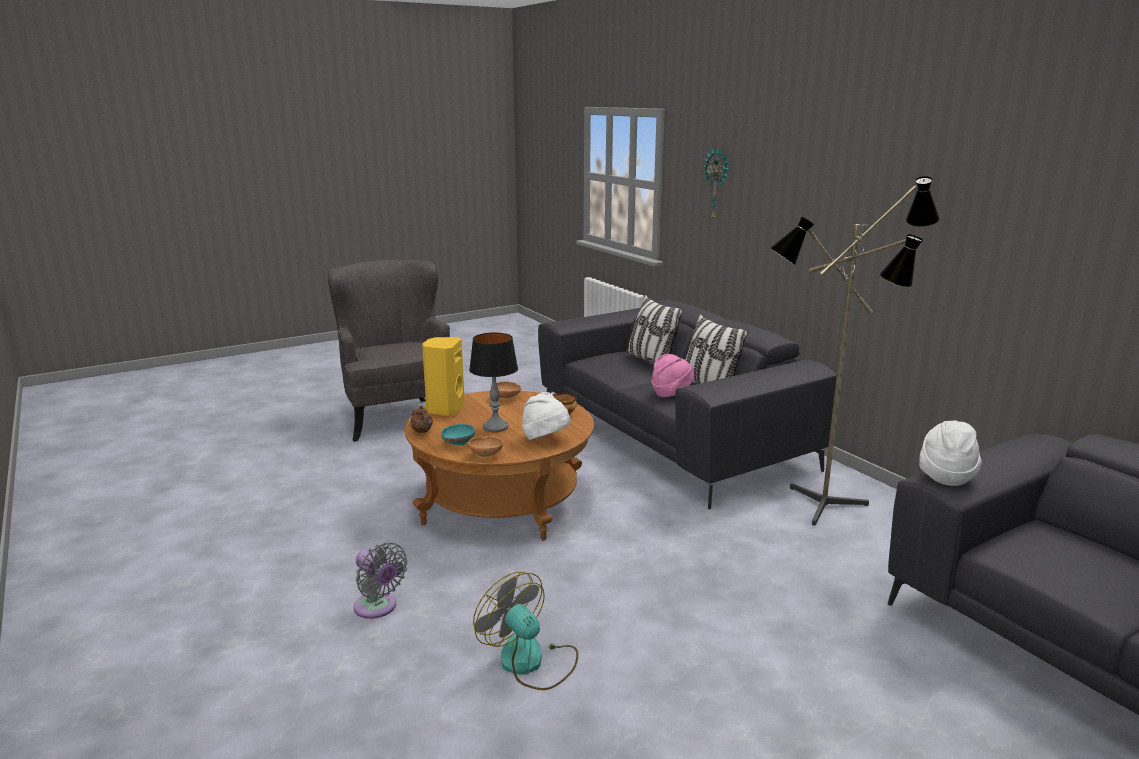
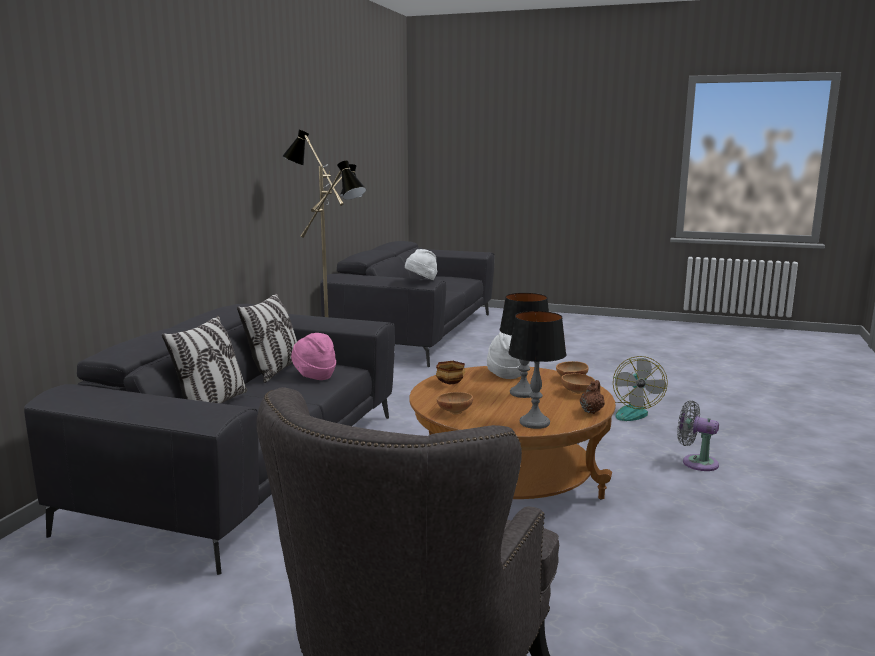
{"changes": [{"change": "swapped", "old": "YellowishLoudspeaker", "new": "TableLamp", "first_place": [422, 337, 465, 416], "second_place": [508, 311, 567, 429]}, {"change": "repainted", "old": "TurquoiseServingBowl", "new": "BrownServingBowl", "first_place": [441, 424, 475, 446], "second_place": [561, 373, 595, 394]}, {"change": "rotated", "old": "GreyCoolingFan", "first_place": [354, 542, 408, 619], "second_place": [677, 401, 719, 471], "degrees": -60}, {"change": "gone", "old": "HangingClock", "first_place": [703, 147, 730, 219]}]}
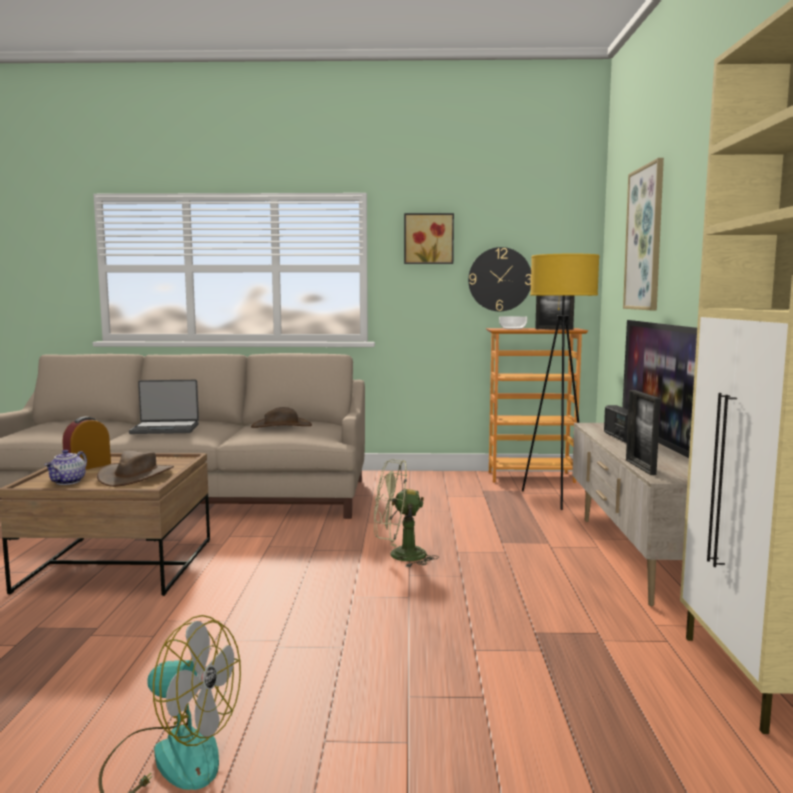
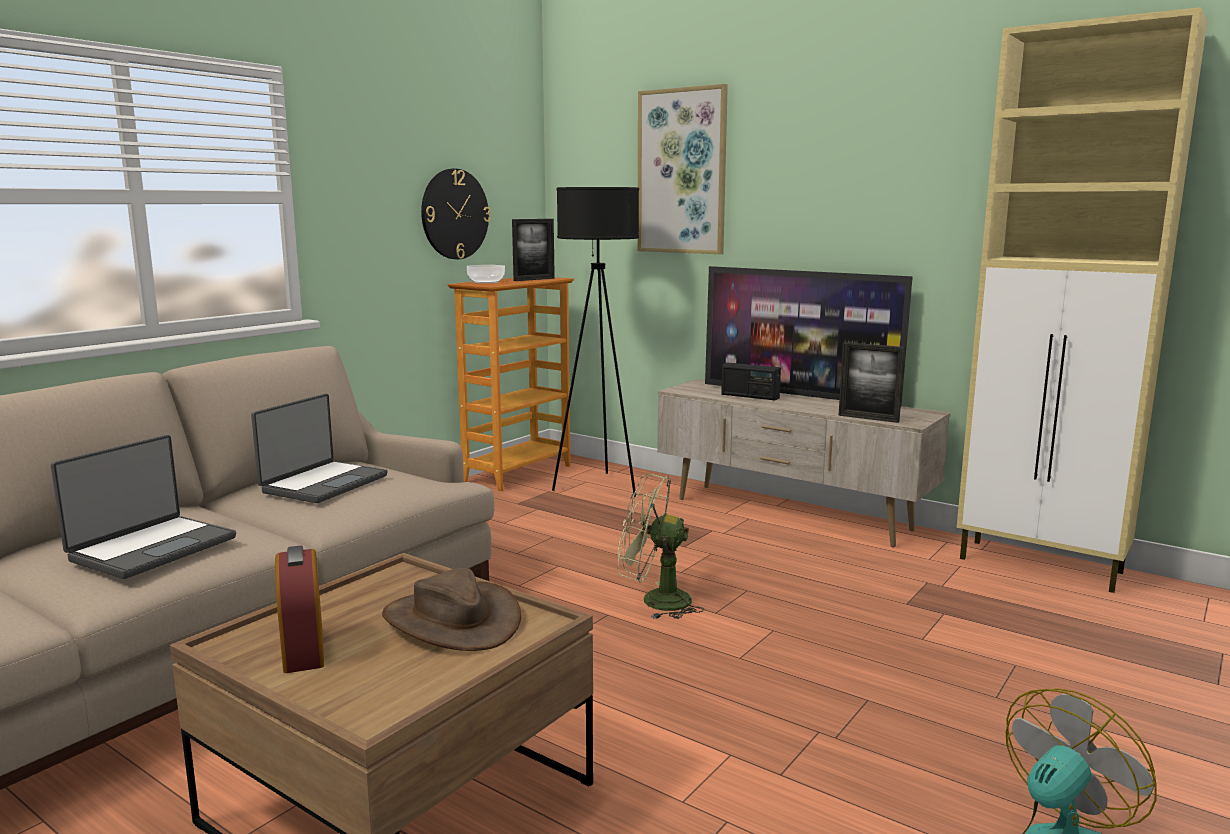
{"changes": [{"change": "swapped", "old": "BrownHat", "new": "NotebookComputer", "first_place": [251, 407, 312, 428], "second_place": [251, 394, 388, 503]}, {"change": "repainted", "old": "YellowishFloorLamp", "new": "BlackFloorLamp", "first_place": [522, 254, 600, 510], "second_place": [552, 187, 639, 497]}, {"change": "rotated", "old": "GreenColouredCoolingFan", "first_place": [374, 459, 439, 567], "second_place": [618, 474, 704, 619], "degrees": 75}, {"change": "gone", "old": "TeaPot", "first_place": [45, 450, 87, 485]}, {"change": "gone", "old": "Picture", "first_place": [404, 213, 454, 264]}]}
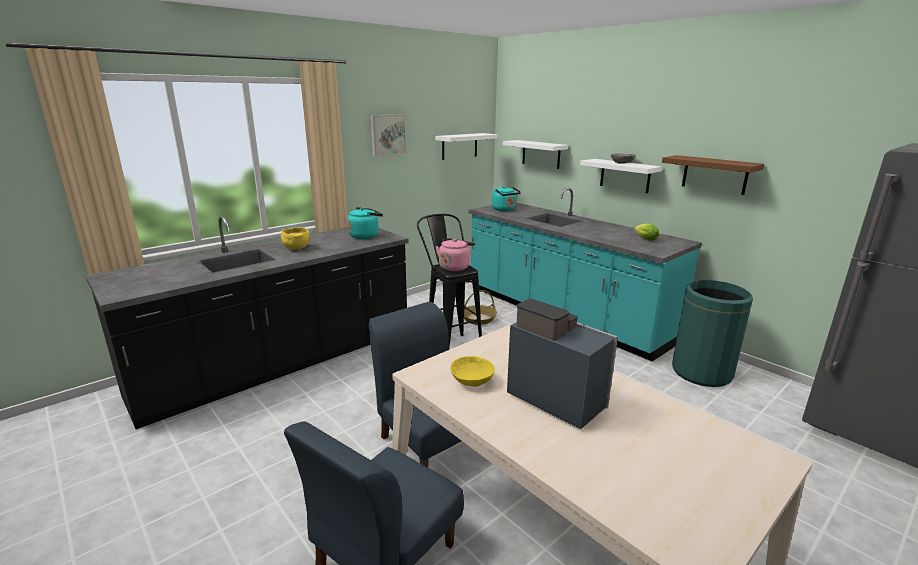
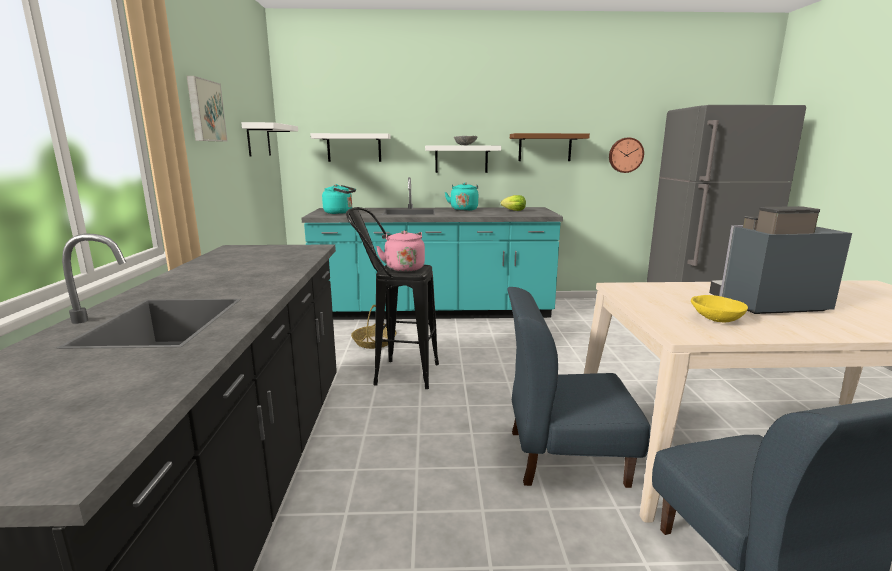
{"changes": [{"change": "shifted", "old": "TurquoiseKettle", "first_place": [347, 207, 383, 239], "second_place": [445, 182, 478, 211]}, {"change": "new", "new": "HangingClock", "second_place": [609, 138, 644, 173]}, {"change": "gone", "old": "YellowishServingBowl", "first_place": [281, 227, 310, 250]}, {"change": "gone", "old": "GreenColouredTrashCan", "first_place": [672, 280, 753, 387]}]}
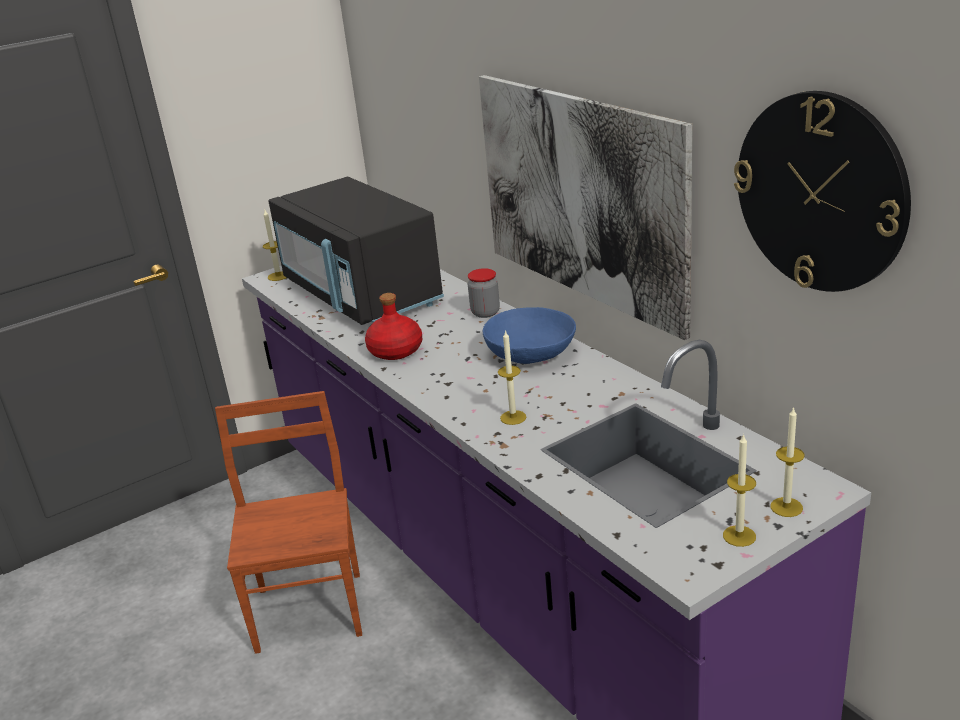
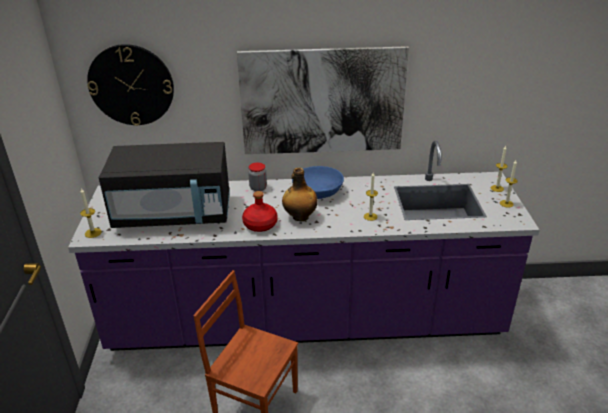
{"changes": [{"change": "shifted", "old": "HangingClock", "first_place": [734, 91, 911, 292], "second_place": [87, 44, 174, 126]}, {"change": "new", "new": "BeverageBottle", "second_place": [282, 168, 318, 221]}]}
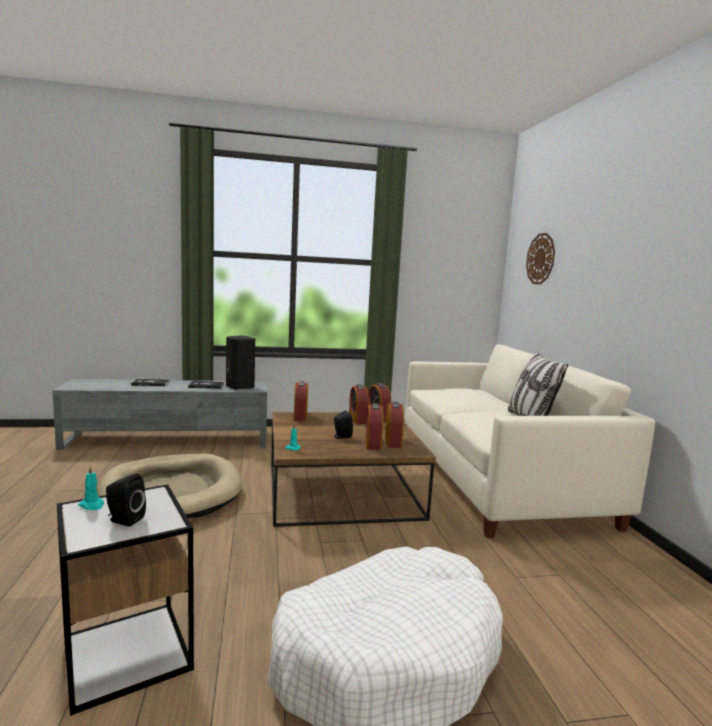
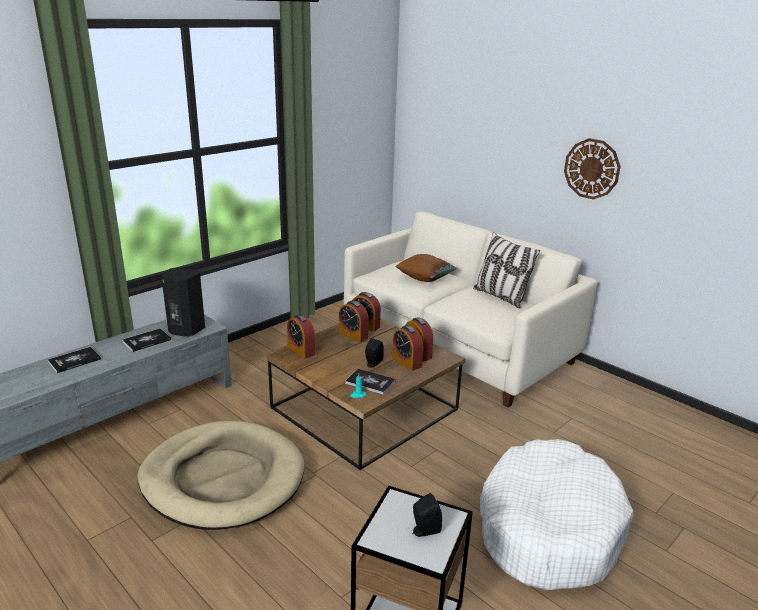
{"changes": [{"change": "new", "new": "Book", "second_place": [345, 369, 395, 395]}, {"change": "new", "new": "BrownCushion", "second_place": [395, 254, 457, 282]}, {"change": "shifted", "old": "HangingClock", "first_place": [526, 233, 555, 285], "second_place": [564, 138, 621, 200]}, {"change": "gone", "old": "TurquoiseWaxLight", "first_place": [78, 466, 104, 510]}]}
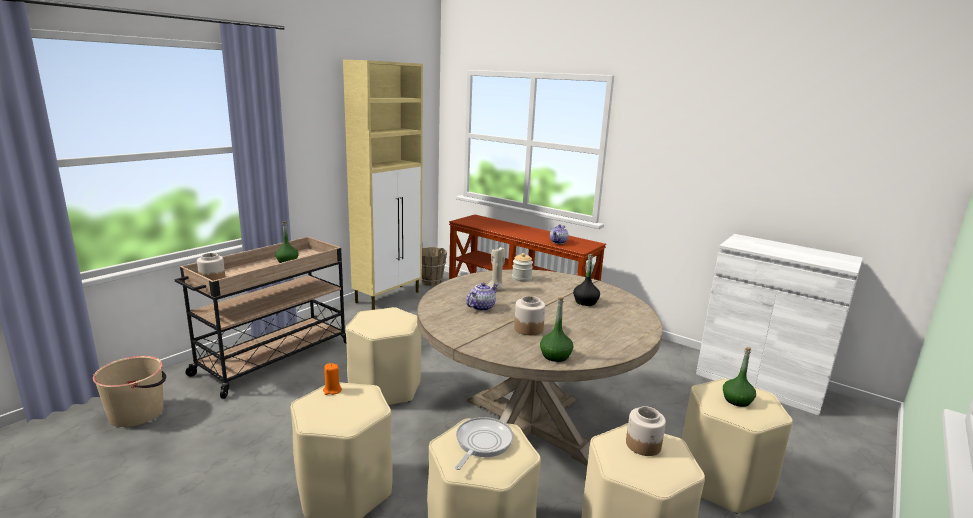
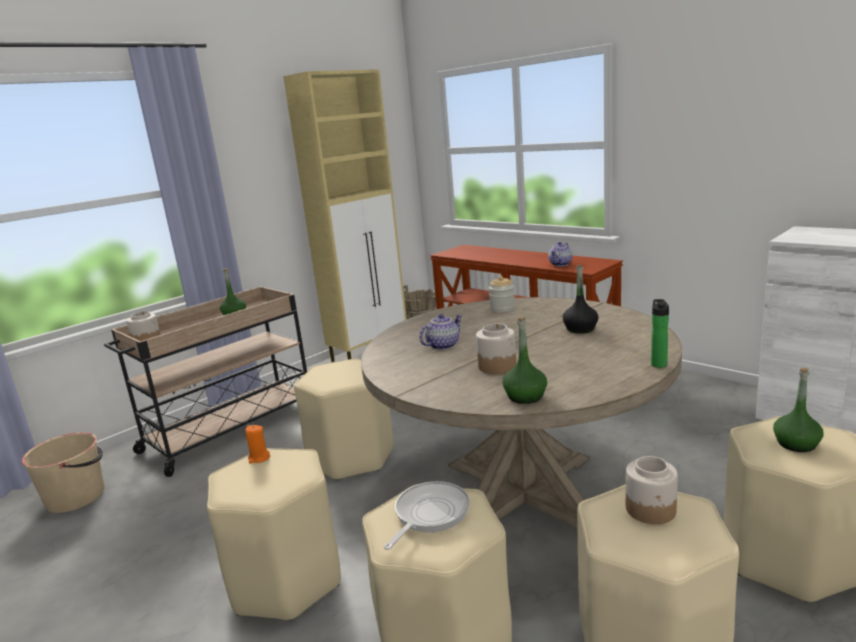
{"changes": [{"change": "new", "new": "BeverageBottle", "second_place": [651, 299, 669, 368]}, {"change": "gone", "old": "BeigeColouredWaxLight", "first_place": [488, 246, 505, 291]}]}
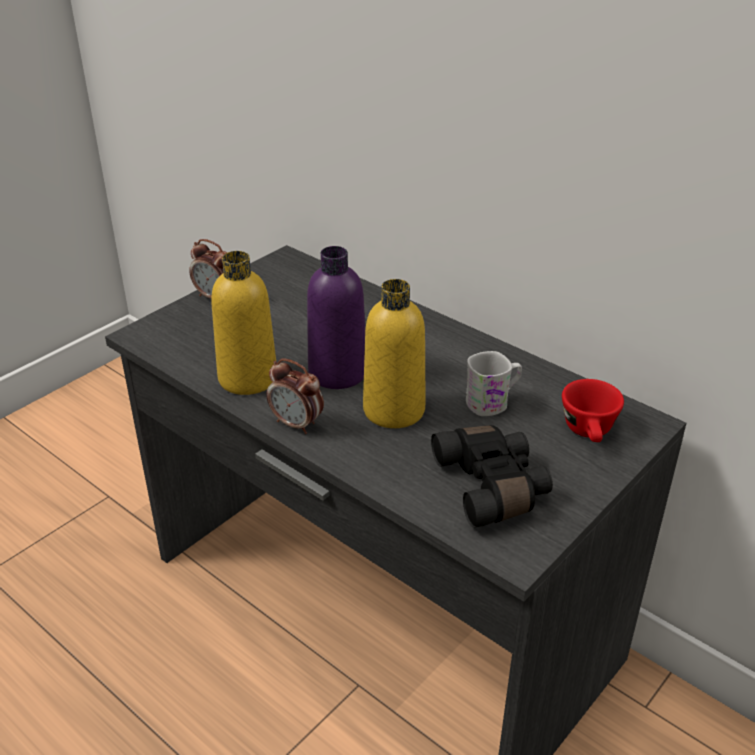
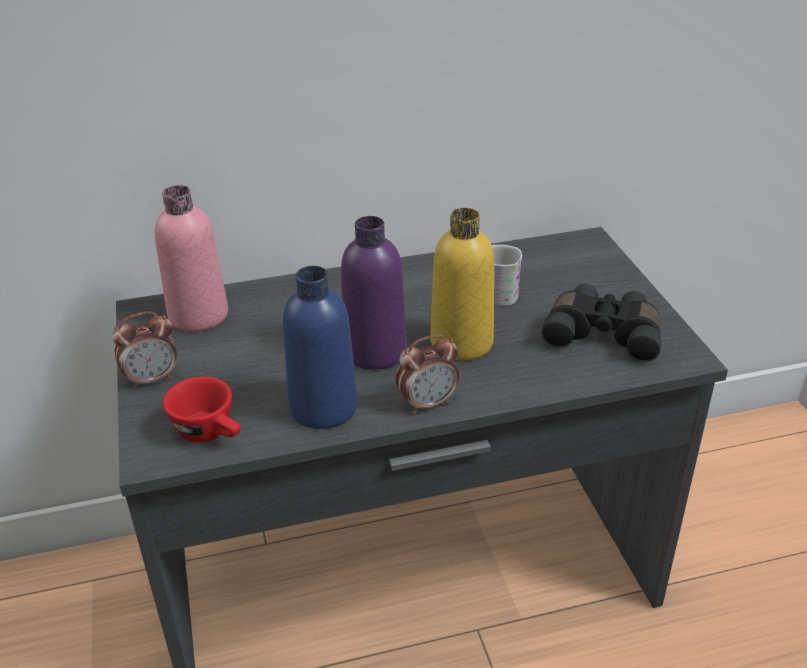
{"changes": [{"change": "new", "new": "PinkColouredBeverageBottle", "second_place": [155, 185, 228, 332]}, {"change": "shifted", "old": "RedCup", "first_place": [562, 379, 624, 442], "second_place": [163, 377, 241, 443]}, {"change": "repainted", "old": "YellowishBeverageBottle", "new": "BluishBeverageBottle", "first_place": [211, 251, 276, 395], "second_place": [283, 266, 358, 429]}]}
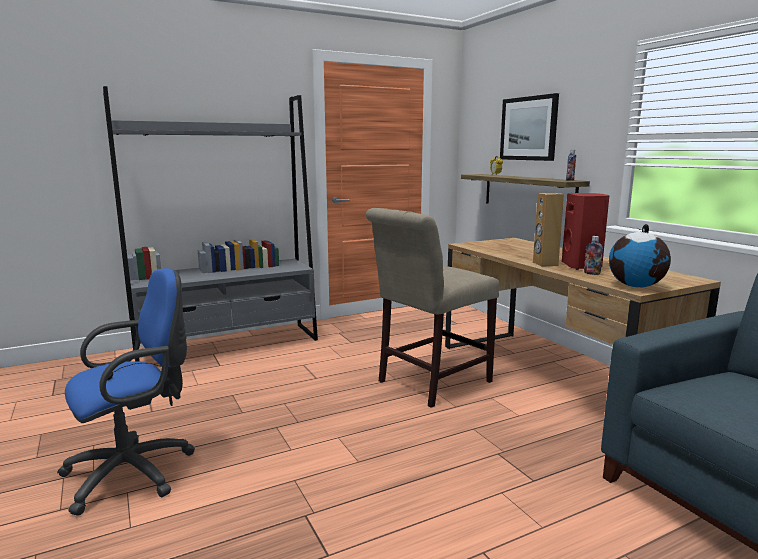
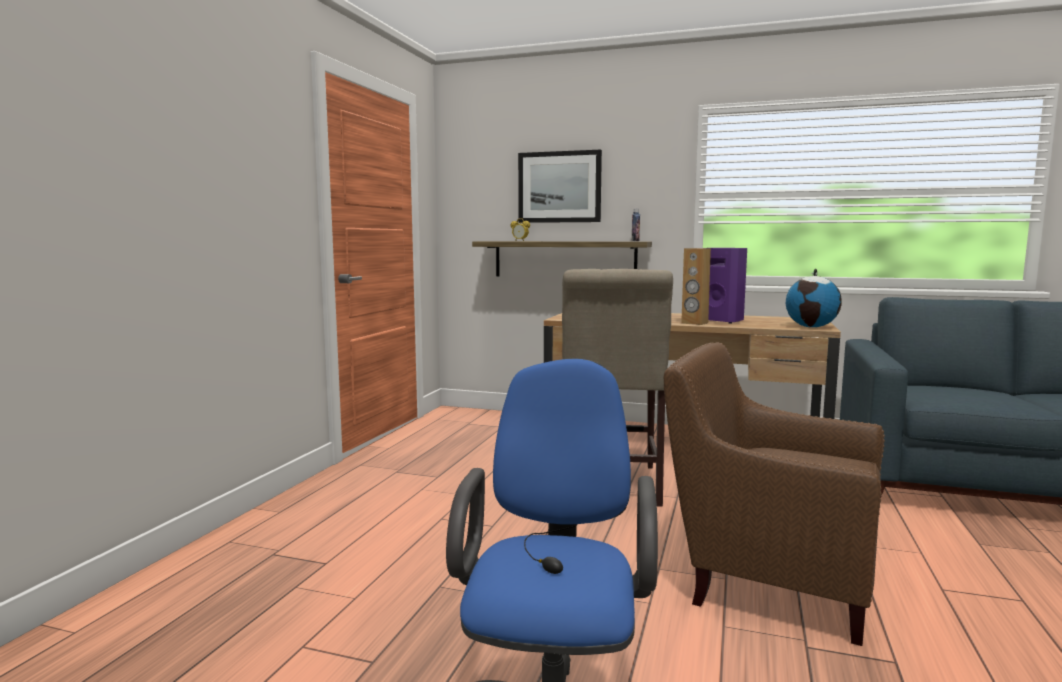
{"changes": [{"change": "new", "new": "BrownEasyChair", "second_place": [664, 342, 885, 646]}, {"change": "repainted", "old": "RedLoudspeaker", "new": "PurplishLoudspeaker", "first_place": [562, 193, 610, 270], "second_place": [708, 248, 747, 324]}, {"change": "gone", "old": "GreyBookcase", "first_place": [103, 86, 318, 362]}, {"change": "gone", "old": "BeverageBottle", "first_place": [584, 236, 603, 275]}]}
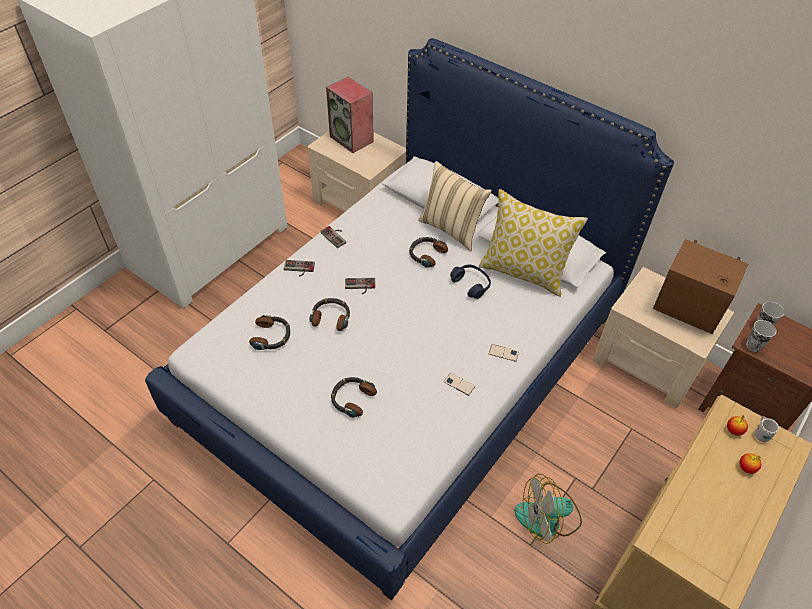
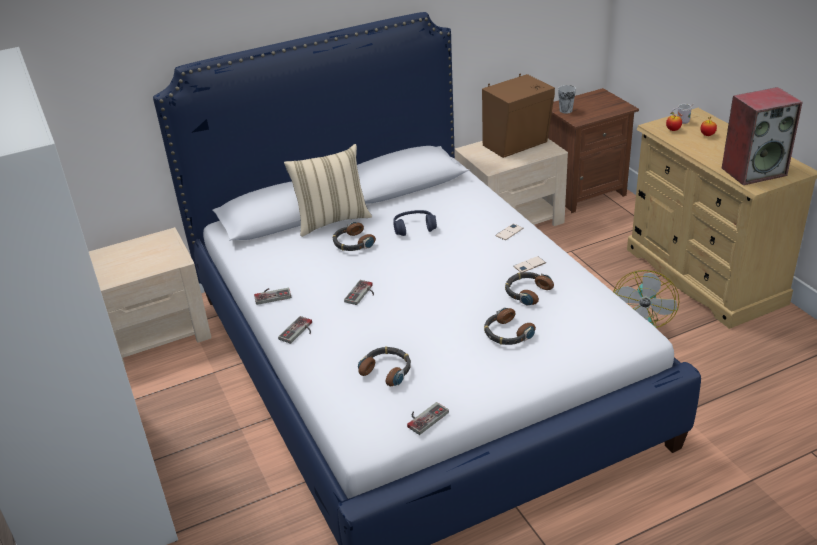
{"changes": [{"change": "new", "new": "GameController", "second_place": [407, 402, 449, 435]}, {"change": "shifted", "old": "Headset", "first_place": [309, 298, 350, 331], "second_place": [505, 272, 554, 306]}, {"change": "shifted", "old": "Loudspeaker", "first_place": [326, 77, 374, 153], "second_place": [722, 87, 803, 185]}, {"change": "gone", "old": "Cushion", "first_place": [479, 189, 588, 297]}, {"change": "gone", "old": "Cup", "first_place": [746, 320, 776, 352]}]}
